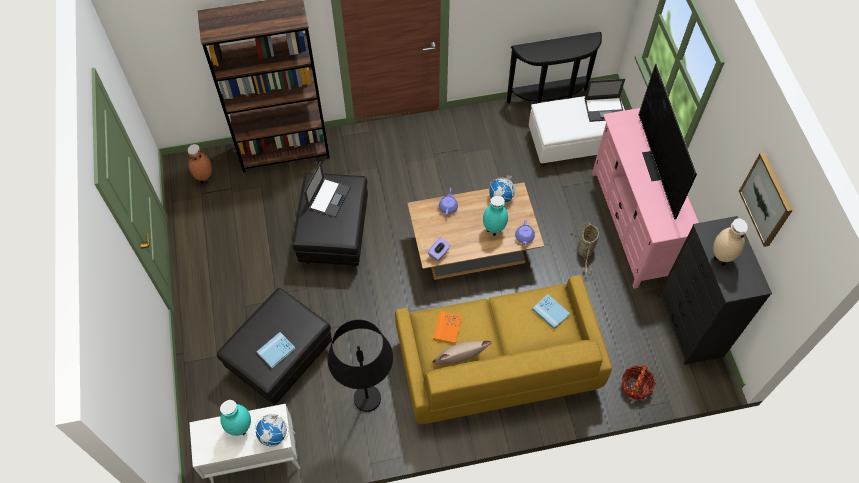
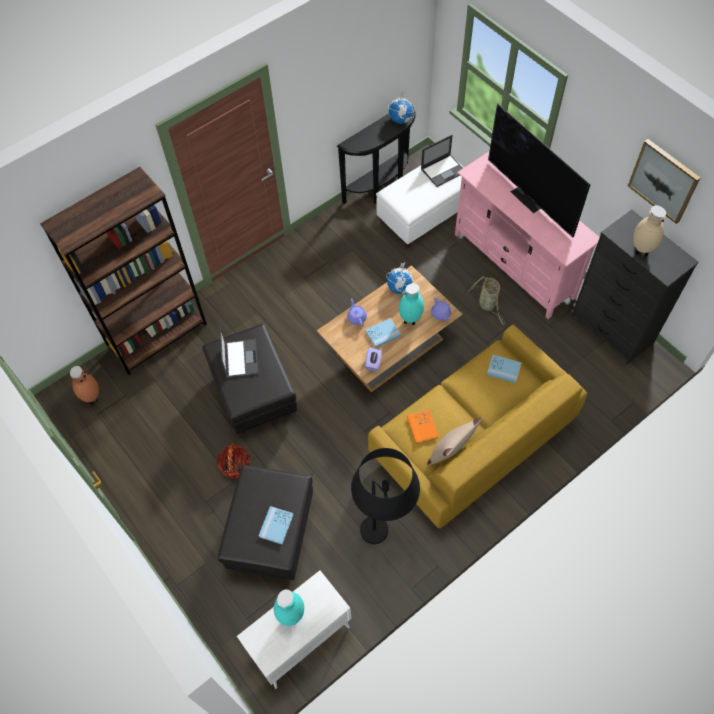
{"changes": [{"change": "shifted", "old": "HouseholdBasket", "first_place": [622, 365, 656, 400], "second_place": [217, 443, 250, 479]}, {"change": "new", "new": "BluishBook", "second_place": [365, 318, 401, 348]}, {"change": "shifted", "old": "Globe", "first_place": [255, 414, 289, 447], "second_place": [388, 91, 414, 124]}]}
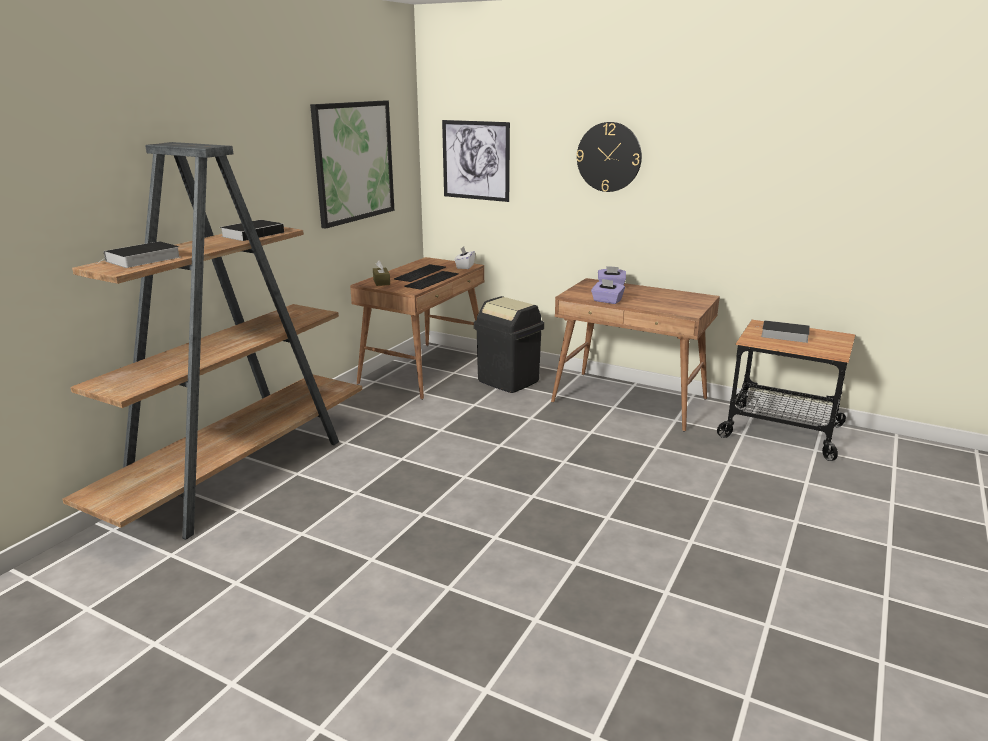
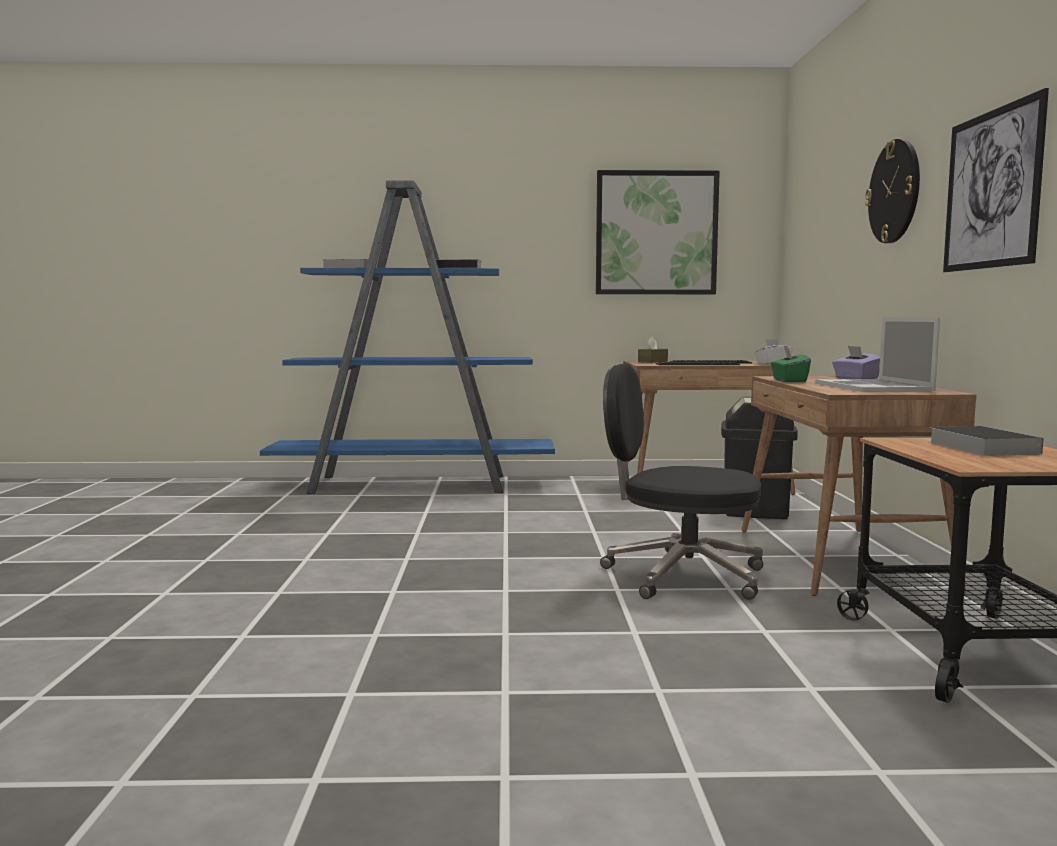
{"changes": [{"change": "repainted", "old": "BrownBookcase", "new": "BluishBookcase", "first_place": [63, 142, 362, 540], "second_place": [260, 180, 555, 494]}, {"change": "new", "new": "BlackDeskChair", "second_place": [600, 364, 763, 600]}, {"change": "repainted", "old": "PurplishTissueBox", "new": "GreenColouredTissueBox", "first_place": [591, 279, 625, 304], "second_place": [771, 347, 811, 382]}, {"change": "new", "new": "NotebookComputer", "second_place": [815, 318, 940, 392]}, {"change": "shifted", "old": "Picture", "first_place": [442, 120, 510, 202], "second_place": [943, 88, 1049, 272]}]}
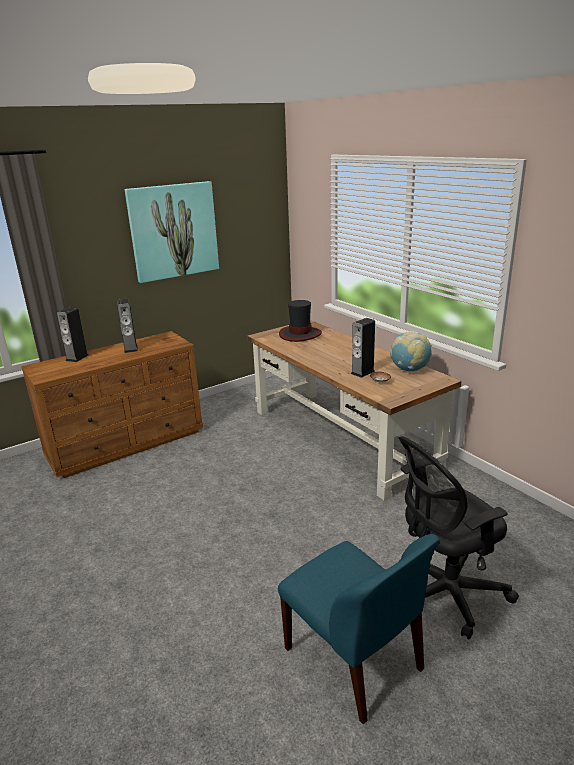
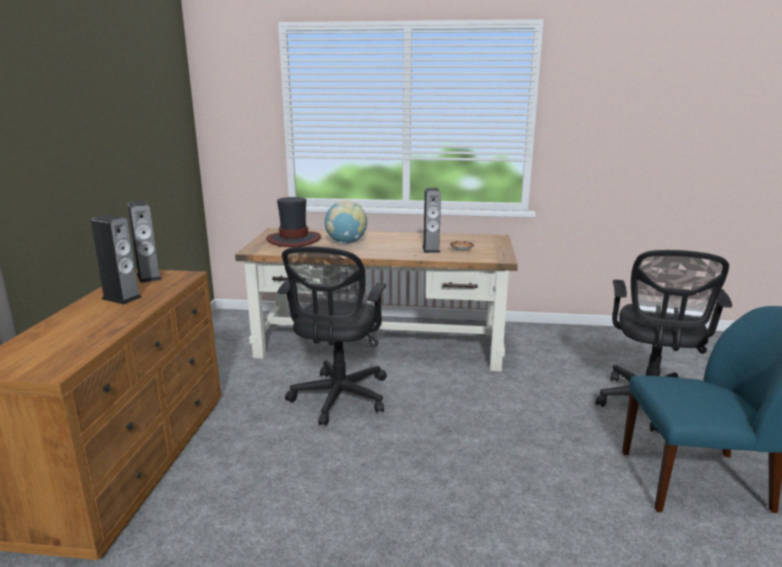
{"changes": [{"change": "shifted", "old": "Loudspeaker", "first_place": [57, 307, 89, 362], "second_place": [127, 201, 162, 283]}, {"change": "new", "new": "BlackDeskChair", "second_place": [277, 246, 387, 426]}, {"change": "shifted", "old": "Globe", "first_place": [390, 331, 431, 371], "second_place": [324, 200, 367, 244]}, {"change": "gone", "old": "Picture", "first_place": [125, 181, 219, 283]}]}
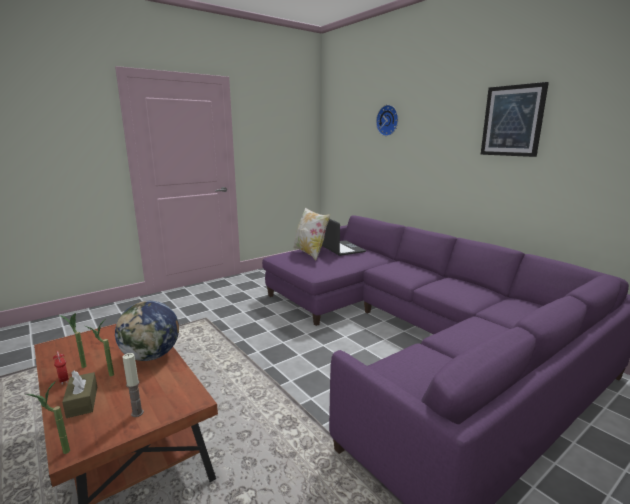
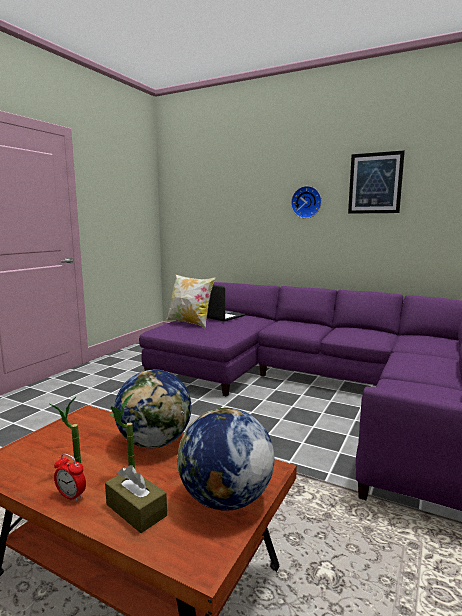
{"changes": [{"change": "swapped", "old": "WaxLight", "new": "Globe", "first_place": [122, 353, 144, 417], "second_place": [177, 408, 275, 511]}, {"change": "shifted", "old": "HangingClock", "first_place": [376, 105, 398, 136], "second_place": [291, 186, 322, 218]}, {"change": "gone", "old": "Houseplant", "first_place": [26, 380, 70, 454]}]}
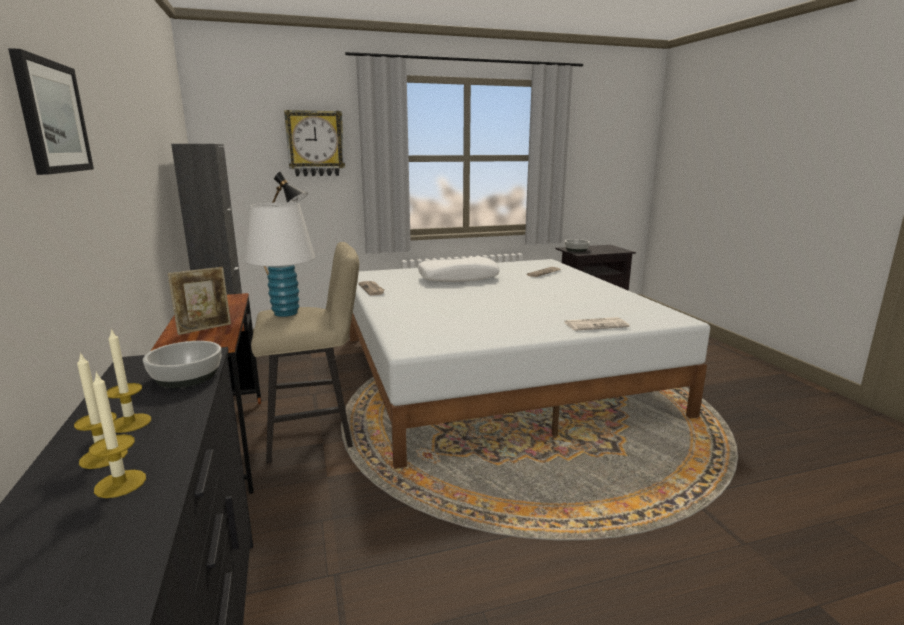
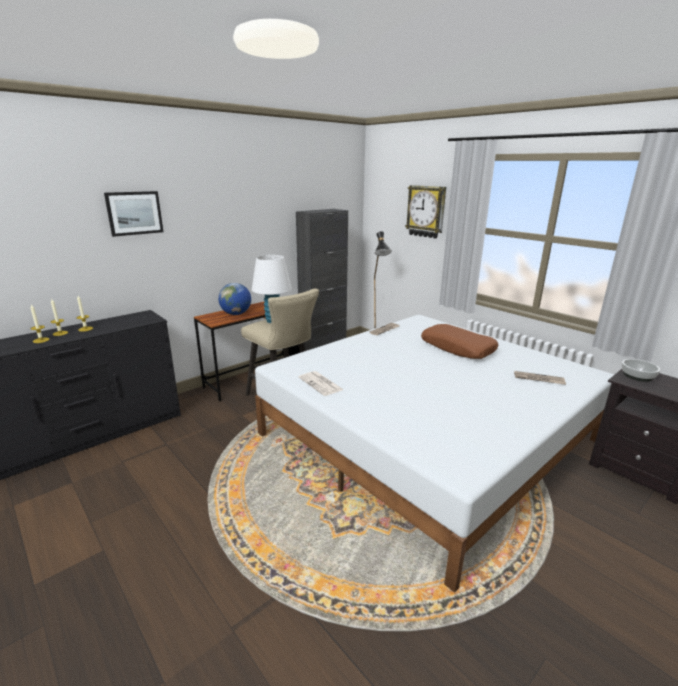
{"changes": [{"change": "swapped", "old": "StandingFrame", "new": "Globe", "first_place": [168, 267, 231, 335], "second_place": [218, 283, 251, 315]}, {"change": "shifted", "old": "Newspaper", "first_place": [564, 317, 630, 331], "second_place": [299, 371, 344, 396]}, {"change": "repainted", "old": "WhiteCushion", "new": "BrownCushion", "first_place": [418, 257, 499, 282], "second_place": [421, 324, 498, 359]}, {"change": "gone", "old": "ServingBowl", "first_place": [143, 341, 221, 388]}]}
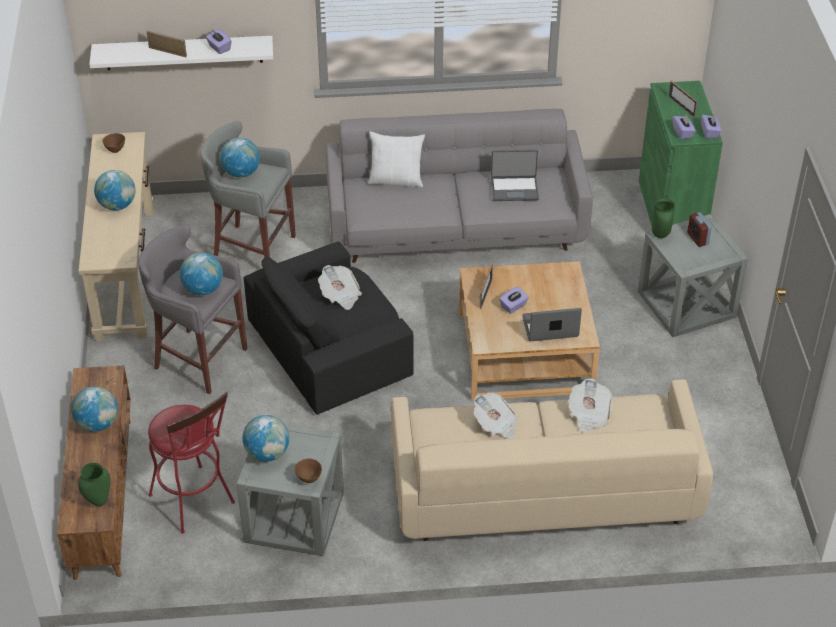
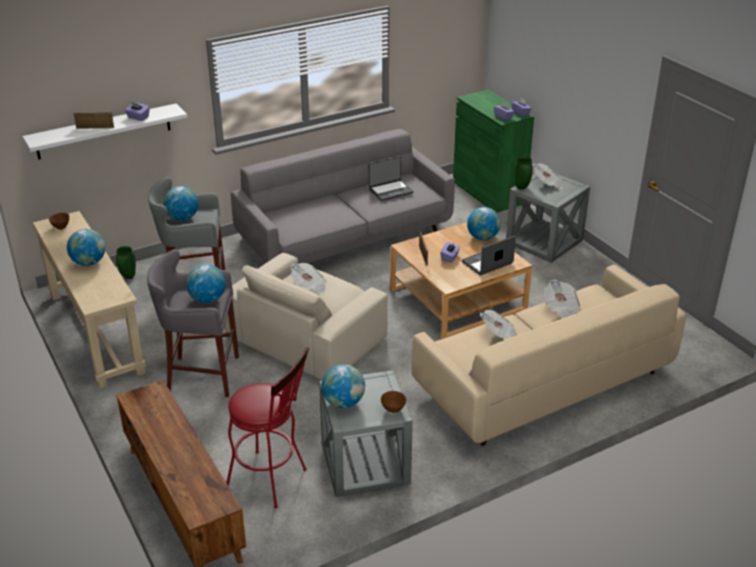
{"changes": [{"change": "shifted", "old": "GreenColouredFlowerVase", "first_place": [78, 463, 110, 506], "second_place": [116, 246, 136, 279]}, {"change": "repainted", "old": "BlackEasyChair", "new": "BeigeColouredEasyChair", "first_place": [244, 241, 414, 415], "second_place": [225, 253, 388, 380]}, {"change": "shifted", "old": "Globe", "first_place": [71, 386, 118, 432], "second_place": [467, 207, 501, 240]}, {"change": "swapped", "old": "BedsideClock", "new": "Newspaper", "first_place": [687, 212, 712, 247], "second_place": [533, 163, 563, 189]}, {"change": "gone", "old": "WhiteCushion", "first_place": [368, 131, 425, 188]}, {"change": "gone", "old": "StandingFrame", "first_place": [668, 81, 698, 118]}]}
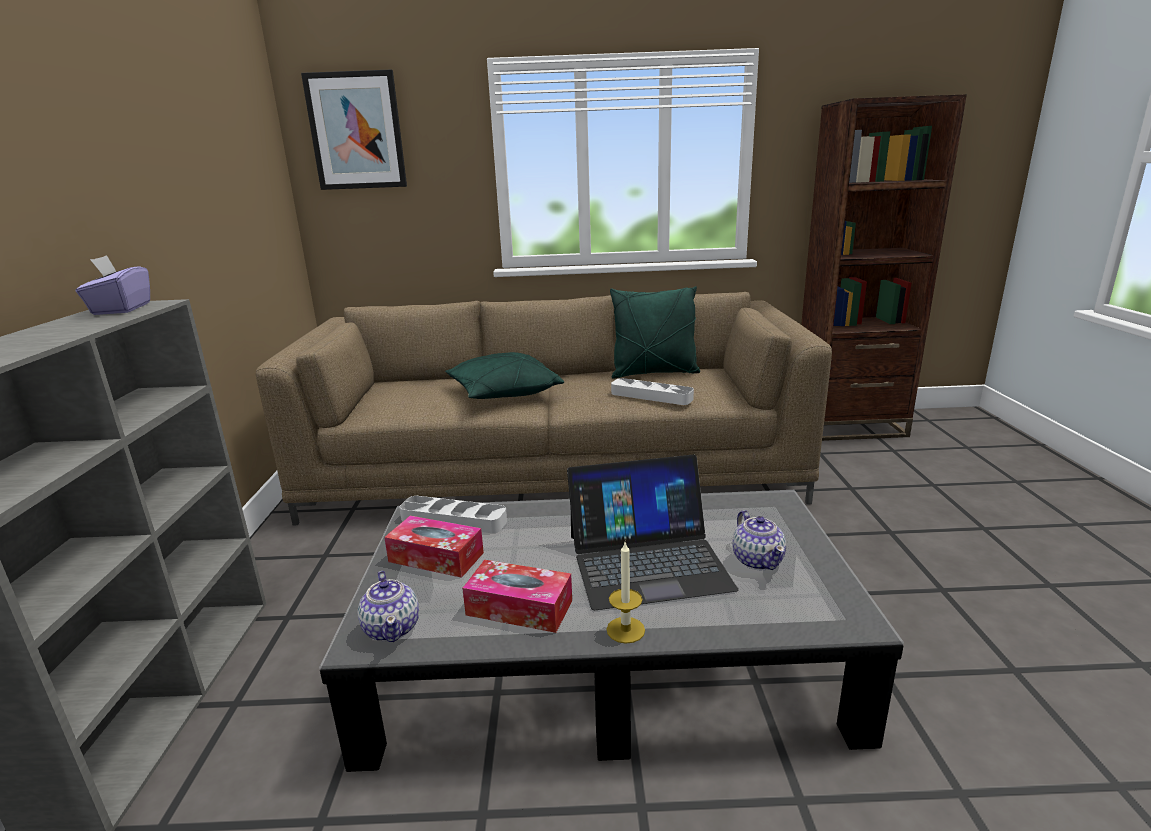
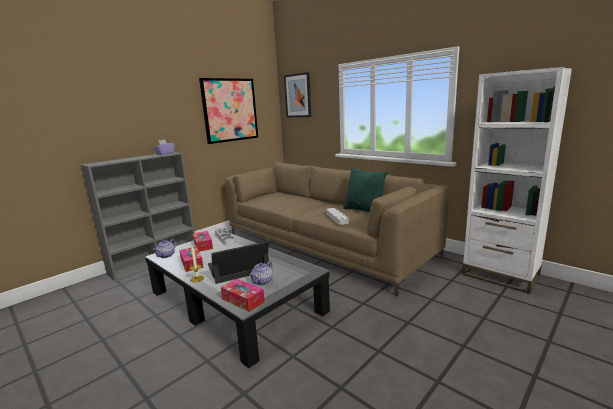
{"changes": [{"change": "new", "new": "Picture", "second_place": [199, 78, 258, 144]}, {"change": "rotated", "old": "NotebookComputer", "first_place": [567, 455, 738, 610], "second_place": [208, 241, 270, 284], "degrees": 120}, {"change": "new", "new": "TissueBox", "second_place": [221, 279, 265, 312]}, {"change": "repainted", "old": "BrownBookcase", "new": "WhiteBookcase", "first_place": [801, 94, 967, 441], "second_place": [462, 67, 572, 294]}, {"change": "gone", "old": "GreenColouredCushion", "first_place": [445, 352, 564, 399]}]}
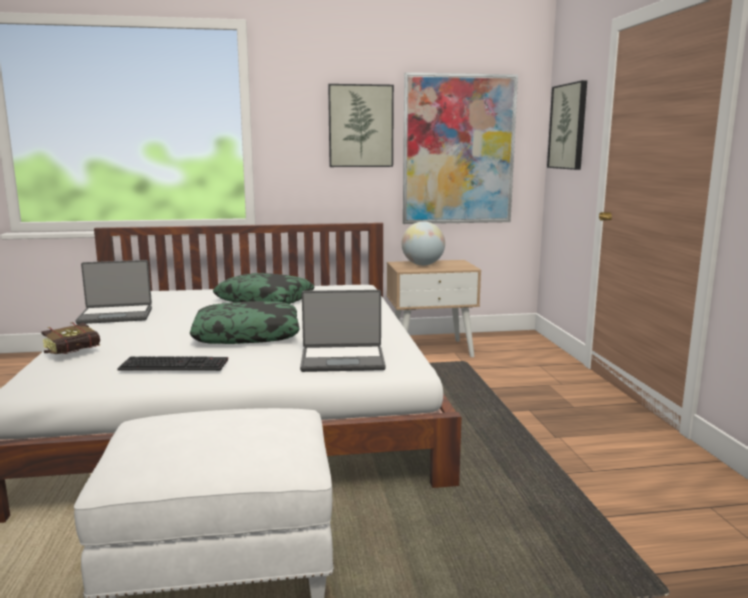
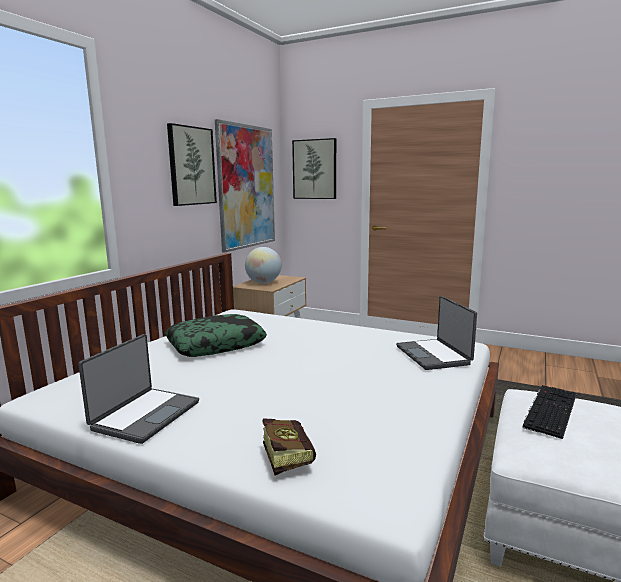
{"changes": [{"change": "rotated", "old": "NotebookComputer", "first_place": [300, 290, 386, 372], "second_place": [396, 296, 477, 370], "degrees": 135}, {"change": "shifted", "old": "ComputerKeyboard", "first_place": [117, 356, 228, 371], "second_place": [523, 385, 576, 439]}, {"change": "gone", "old": "Cushion", "first_place": [190, 301, 300, 344]}]}
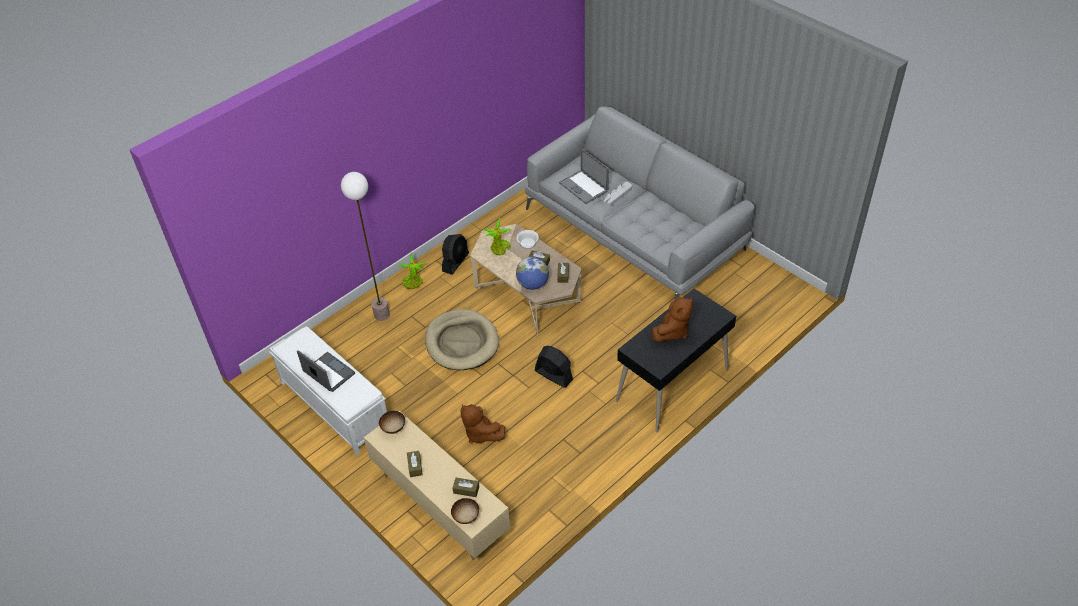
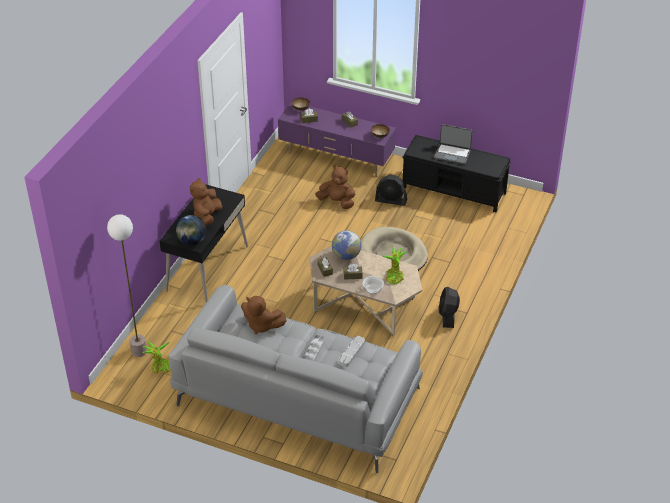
{"changes": [{"change": "shifted", "old": "FloorLamp", "first_place": [341, 172, 390, 321], "second_place": [107, 214, 147, 357]}, {"change": "shifted", "old": "Houseplant", "first_place": [397, 253, 426, 289], "second_place": [142, 341, 171, 374]}, {"change": "new", "new": "Globe", "second_place": [176, 215, 206, 245]}, {"change": "new", "new": "BrownPlushToy", "second_place": [241, 296, 287, 334]}, {"change": "repainted", "old": "BeigeColouredMediaConsole", "new": "PurplishMediaConsole", "first_place": [364, 411, 510, 560], "second_place": [278, 102, 396, 177]}, {"change": "swapped", "old": "NotebookComputer", "new": "GreyServingTray", "first_place": [559, 148, 609, 204], "second_place": [339, 336, 365, 367]}, {"change": "shifted", "old": "BlackCoolingFan", "first_place": [535, 346, 573, 388], "second_place": [375, 175, 407, 206]}, {"change": "repainted", "old": "WhiteBench", "new": "BlackBench", "first_place": [269, 326, 387, 456], "second_place": [403, 135, 511, 212]}]}
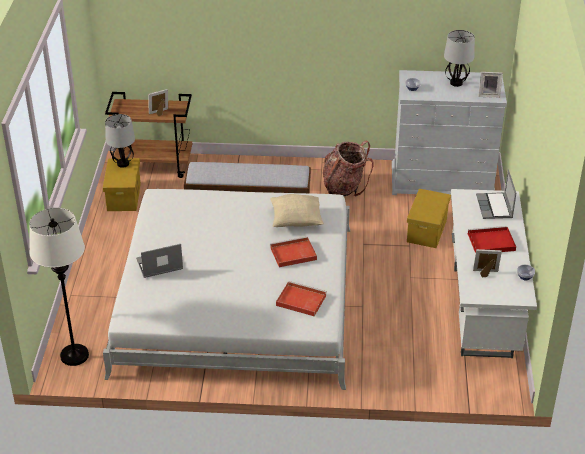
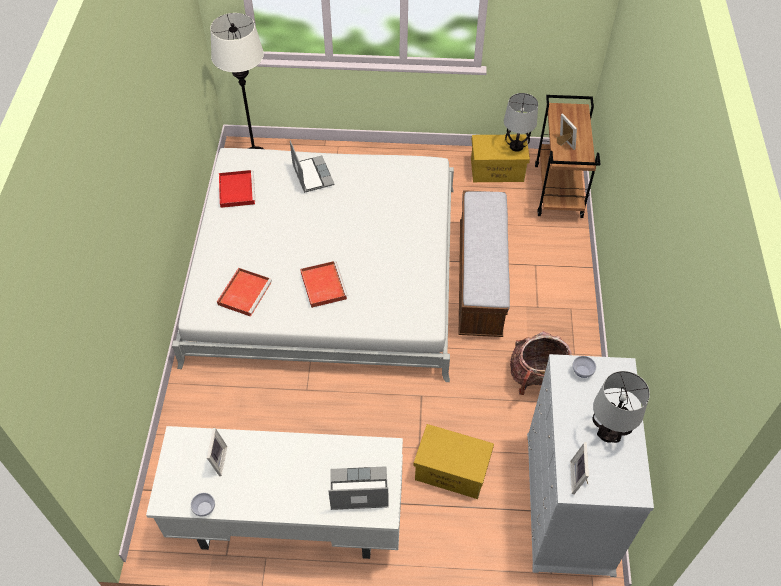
{"changes": [{"change": "shifted", "old": "RedServingTray", "first_place": [468, 226, 516, 253], "second_place": [219, 170, 255, 208]}, {"change": "gone", "old": "BeigeColouredCushion", "first_place": [270, 194, 324, 227]}]}
